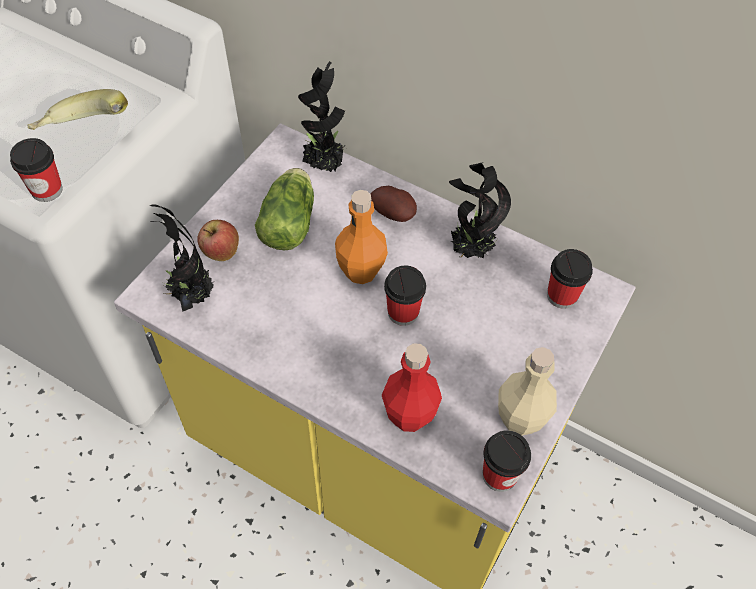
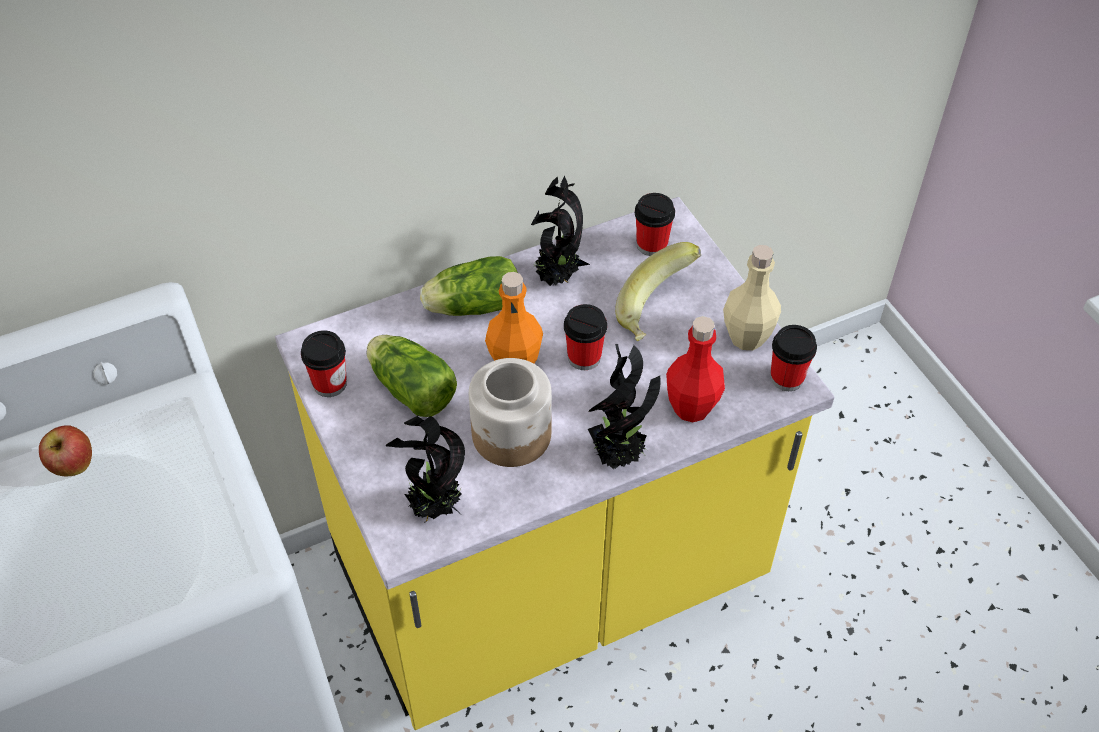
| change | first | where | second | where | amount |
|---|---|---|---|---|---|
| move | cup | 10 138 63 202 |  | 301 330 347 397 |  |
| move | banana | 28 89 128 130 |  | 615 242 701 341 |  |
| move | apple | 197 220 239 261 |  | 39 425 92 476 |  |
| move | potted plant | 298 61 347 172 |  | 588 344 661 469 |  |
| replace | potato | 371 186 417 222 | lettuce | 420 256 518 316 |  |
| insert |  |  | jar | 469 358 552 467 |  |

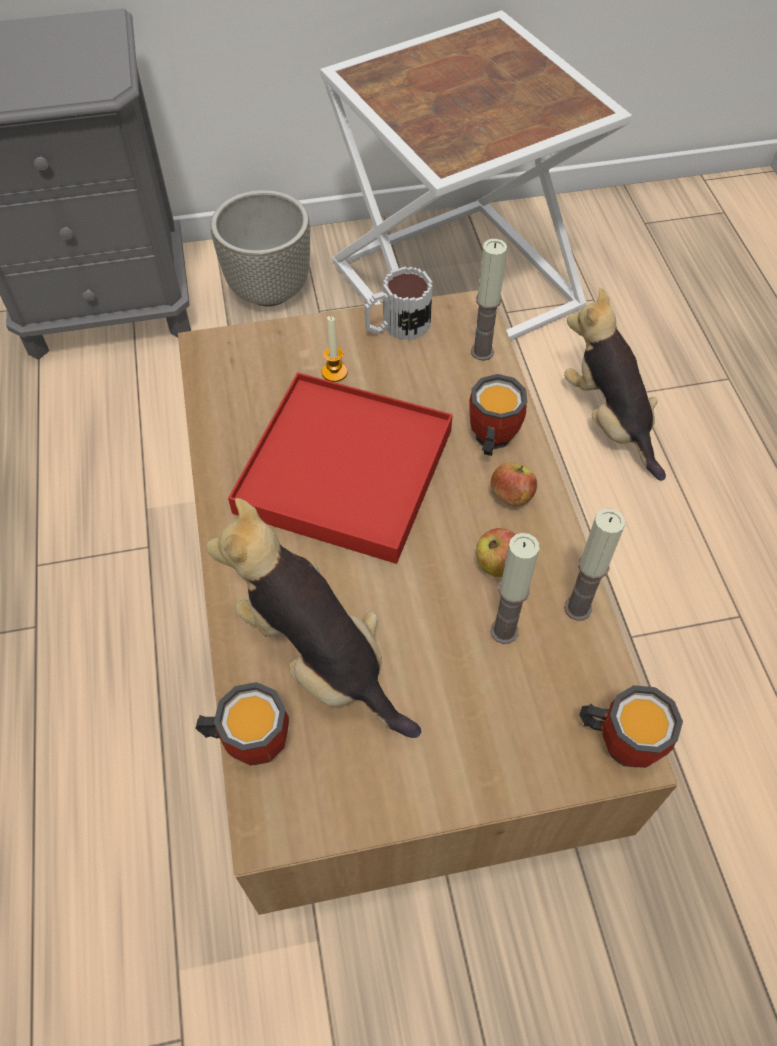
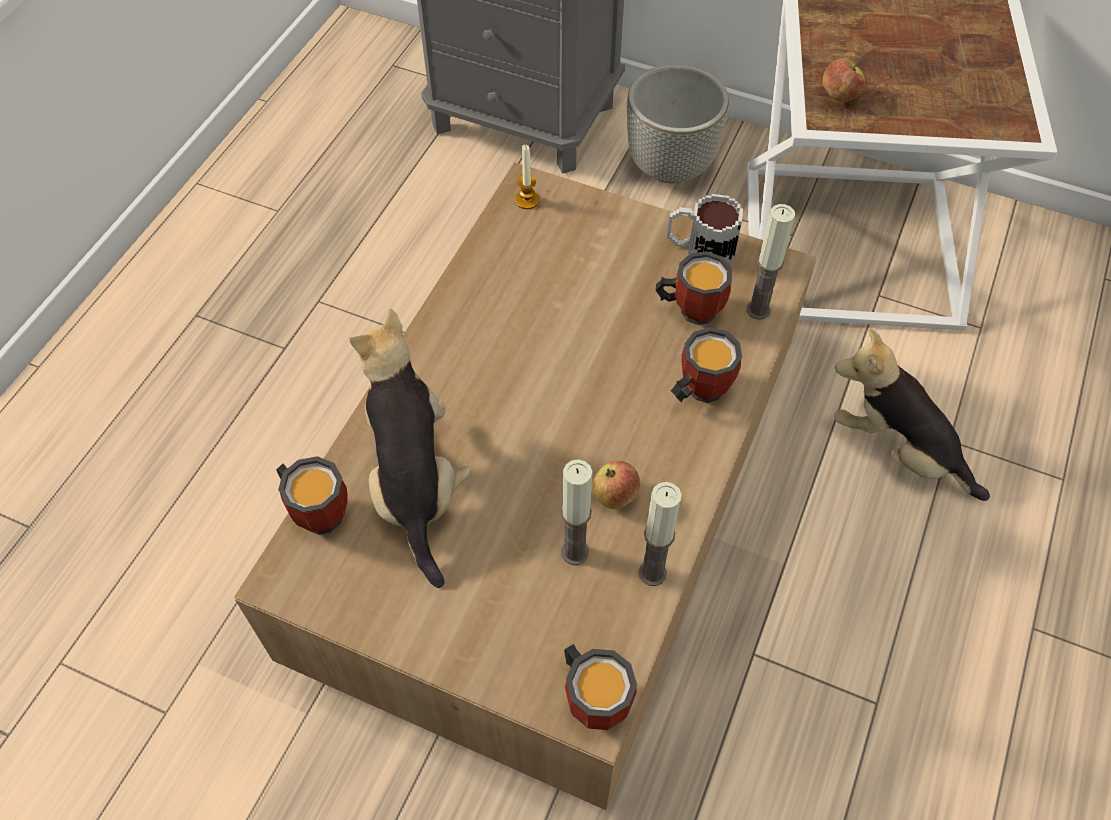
| change | first | where | second | where | amount |
|---|---|---|---|---|---|
| delete | red tray | 228 372 453 564 |  |  |  |
| move | candle | 322 316 347 382 |  | 515 145 540 209 |  |
| move | apple | 490 462 537 506 |  | 823 59 865 102 |  |
| rotate | plush toy | 564 288 666 481 |  | 834 329 990 501 | 60 degrees counterclockwise |
| insert |  |  | mug | 656 251 733 325 |  |

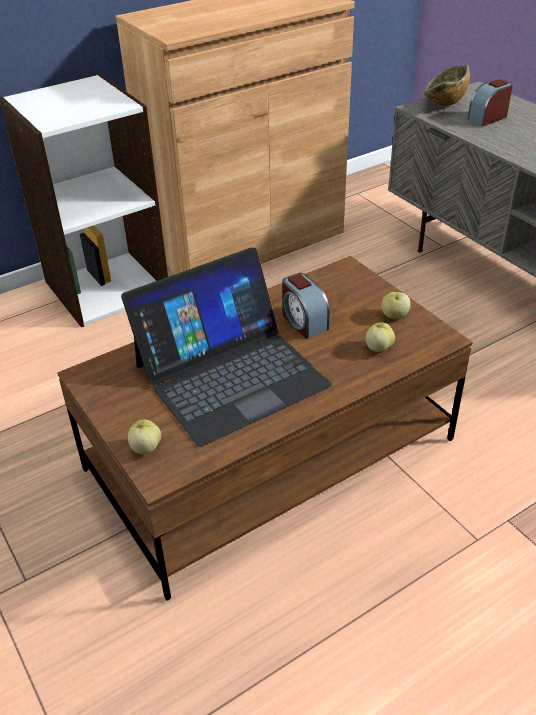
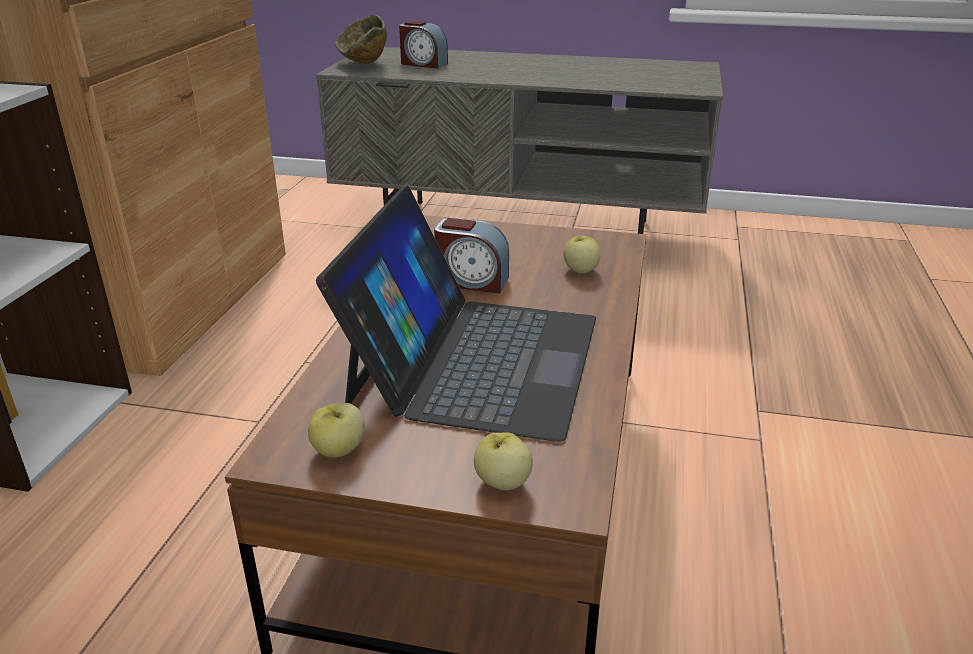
| change | first | where | second | where | amount |
|---|---|---|---|---|---|
| move | apple | 381 292 411 319 |  | 308 402 365 458 |  |
| rotate | alarm clock | 468 79 513 126 |  | 399 21 448 69 | 75 degrees counterclockwise |

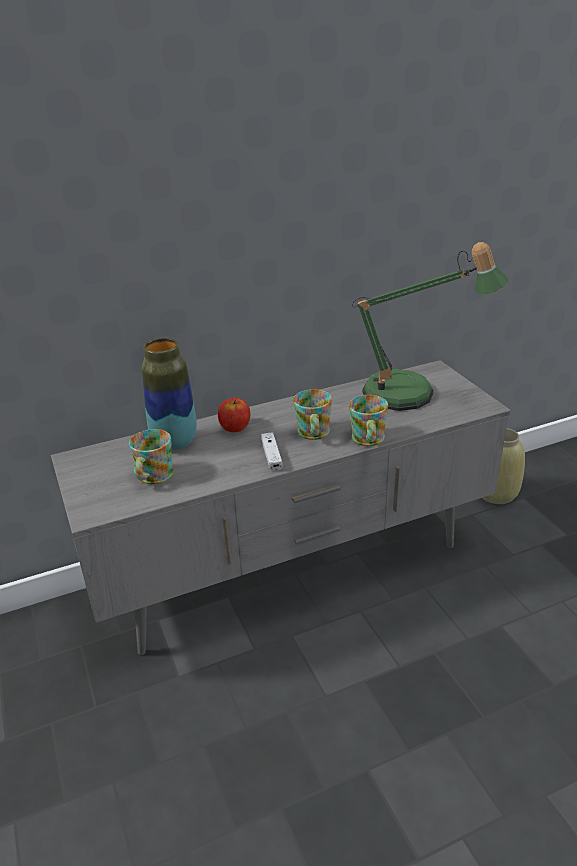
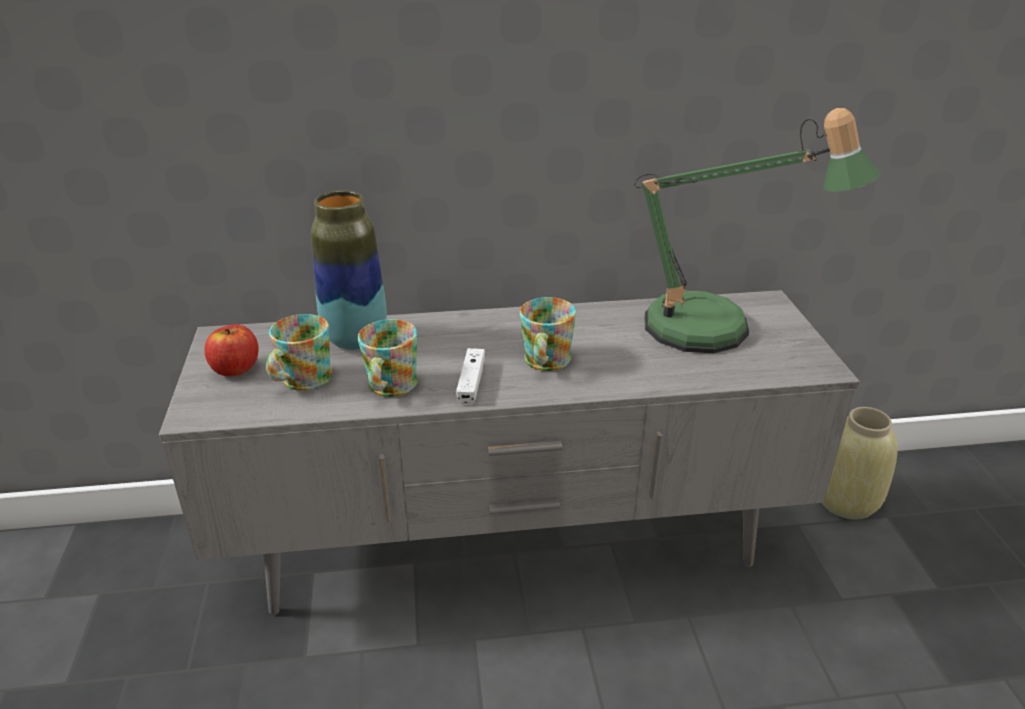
| change | first | where | second | where | amount |
|---|---|---|---|---|---|
| move | apple | 218 398 250 432 |  | 204 324 259 377 |  |
| move | mug | 349 395 388 446 |  | 357 319 418 397 |  |

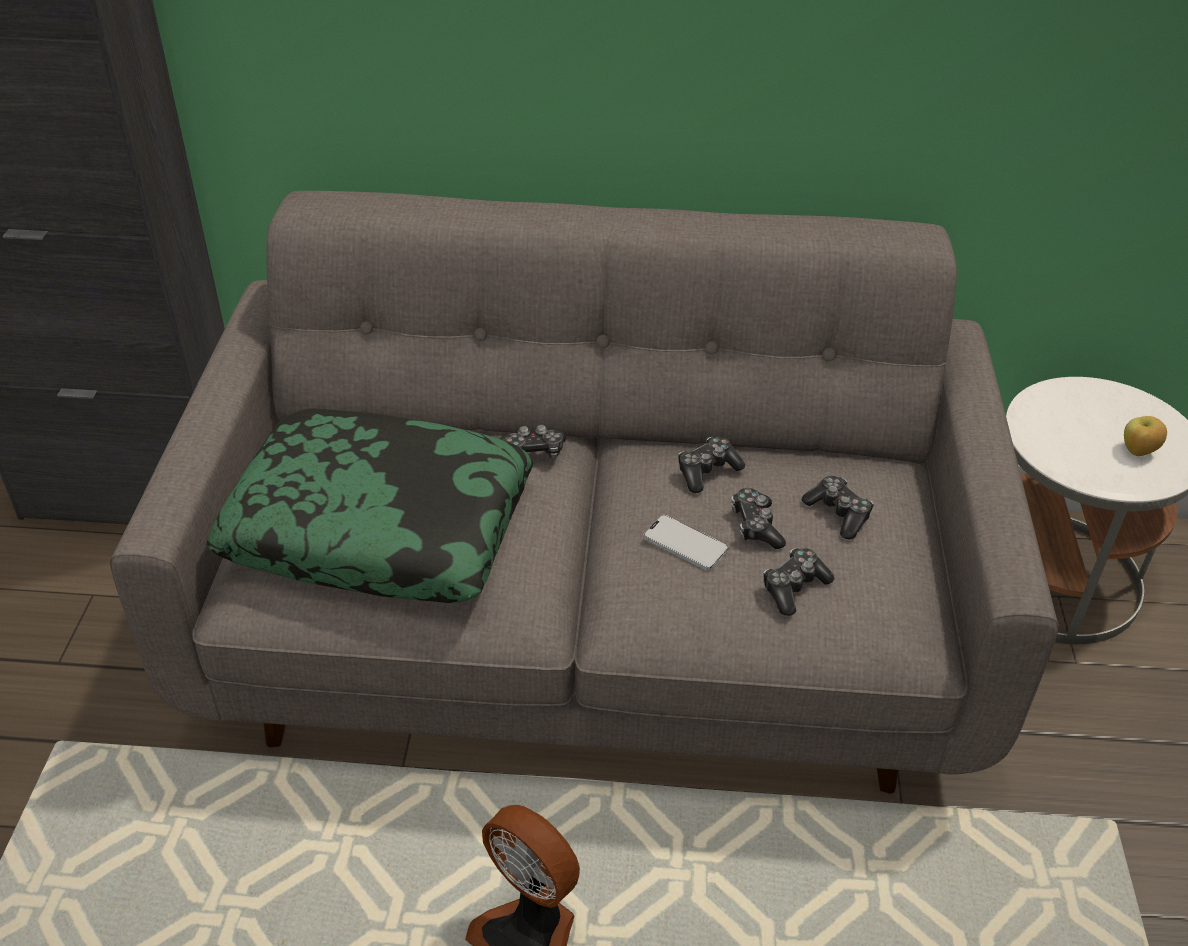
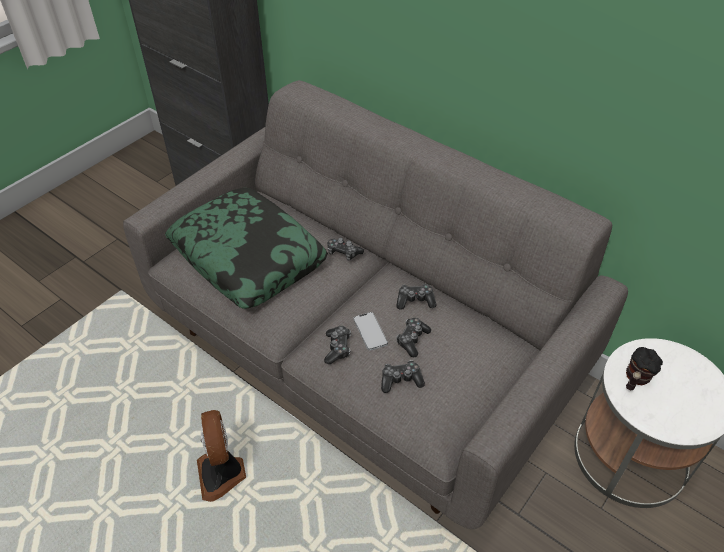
| change | first | where | second | where | amount |
|---|---|---|---|---|---|
| move | game controller | 802 476 874 539 |  | 324 326 351 364 |  |
| delete | apple | 1124 416 1167 456 |  |  |  |
| insert |  |  | mug | 626 347 663 391 |  |

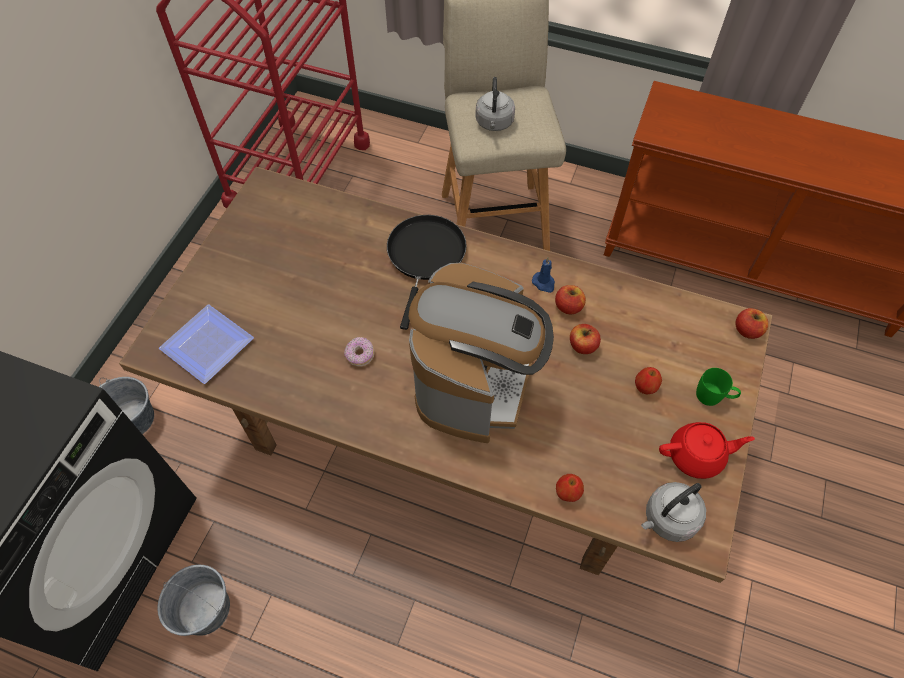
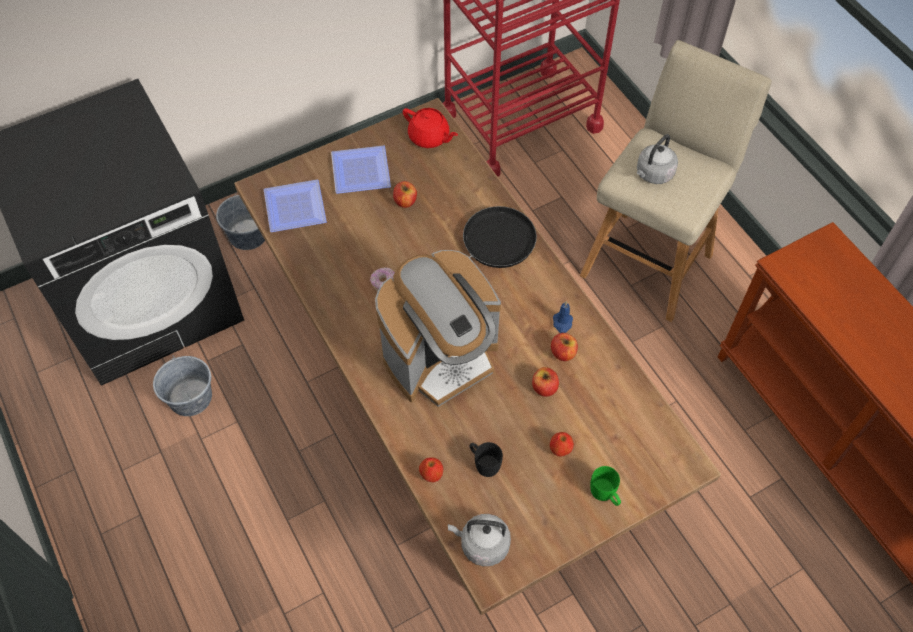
| change | first | where | second | where | amount |
|---|---|---|---|---|---|
| move | red teapot | 659 422 755 479 |  | 403 108 458 148 |  |
| move | apple | 735 308 768 339 |  | 393 181 417 208 |  |
| insert |  |  | plate | 331 146 391 194 |  |
| insert |  |  | black mug | 469 442 503 477 |  |

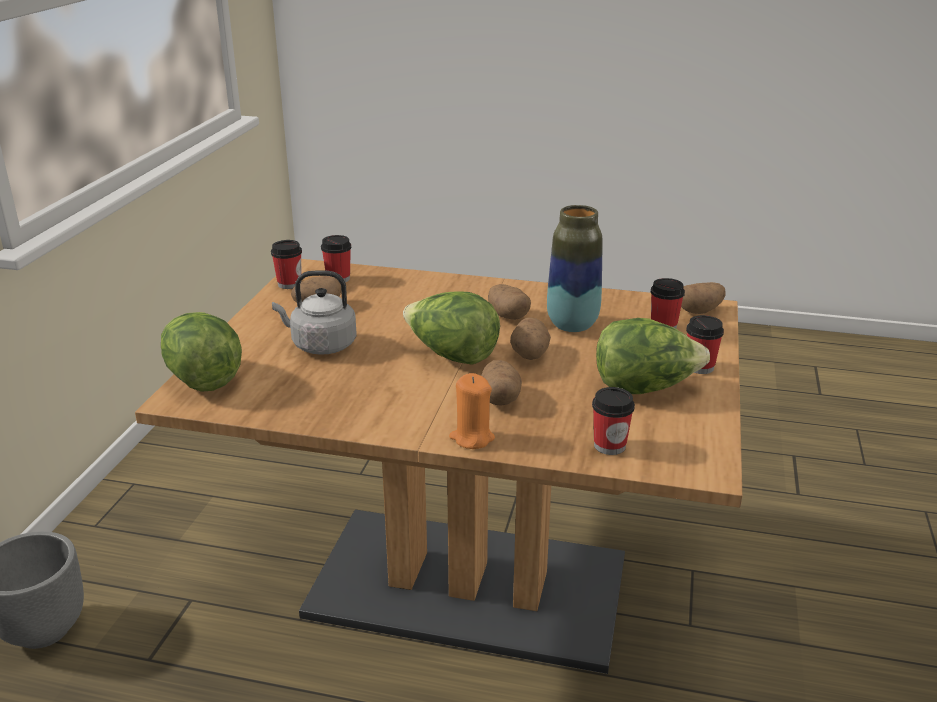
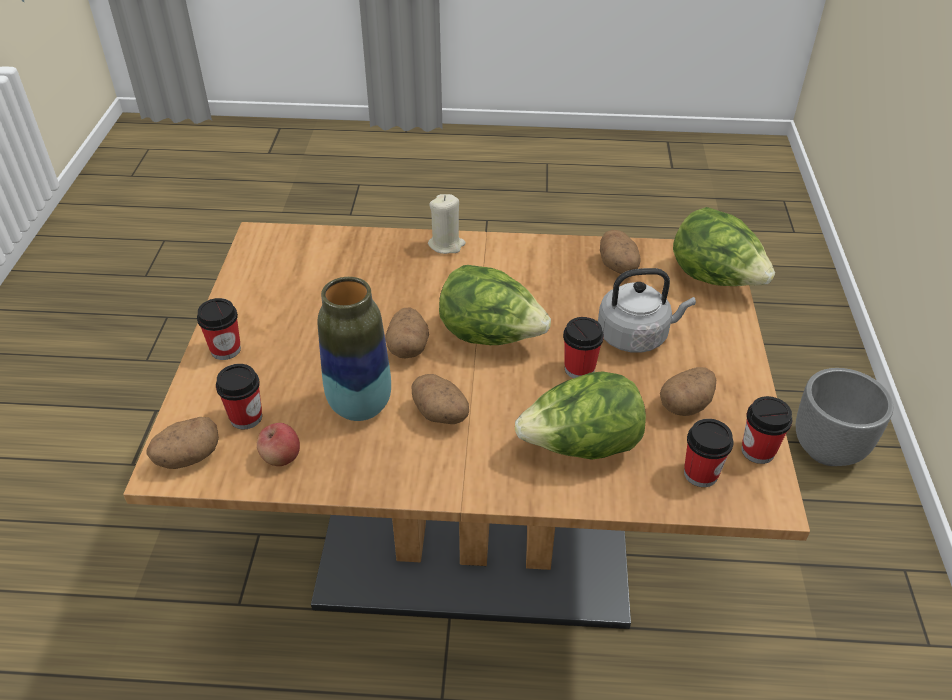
| change | first | where | second | where | amount |
|---|---|---|---|---|---|
| recolor | orange candle | 449 373 495 449 | beige candle | 428 194 466 254 |  |
| move | potato | 481 360 522 406 |  | 600 230 641 274 |  |
| move | cup | 592 387 635 455 |  | 563 317 604 378 |  |
| move | lettuce | 596 318 710 394 |  | 515 371 646 460 |  |
| insert |  |  | apple | 257 423 300 466 |  |

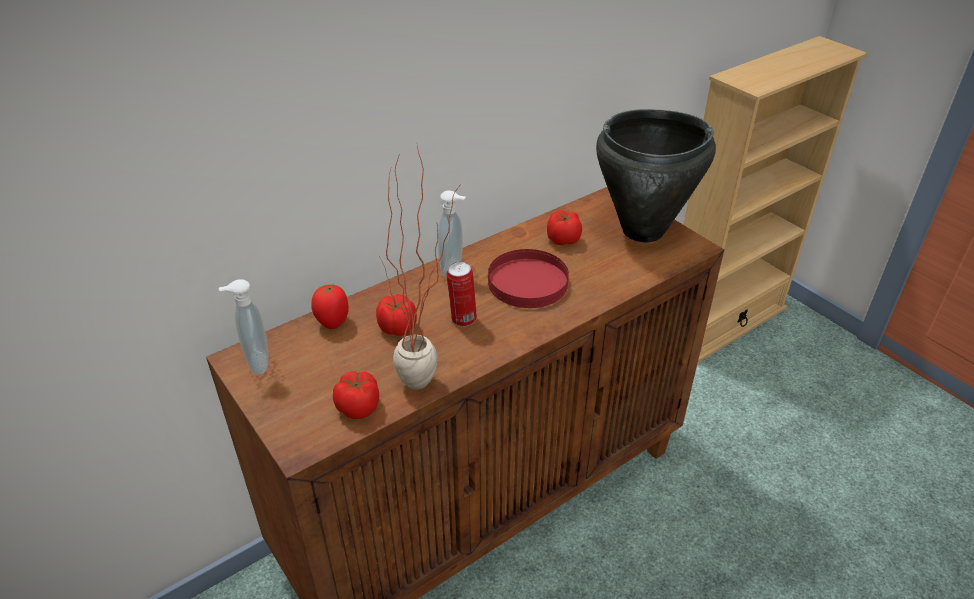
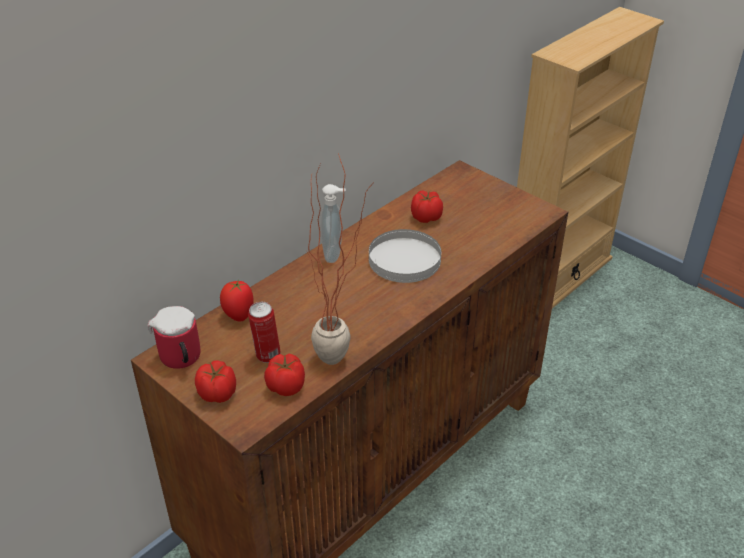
| change | first | where | second | where | amount |
|---|---|---|---|---|---|
| replace | soap dispenser | 219 279 269 375 | mug | 147 306 201 369 |  |
| move | tomato | 376 294 417 336 |  | 195 360 236 403 |  |
| move | can | 446 261 477 327 |  | 248 302 280 363 |  |
| recolor | red plate | 488 249 569 308 | white plate | 369 229 441 283 |  |
| delete | black cooking pot | 596 109 716 242 |  |  |  |

